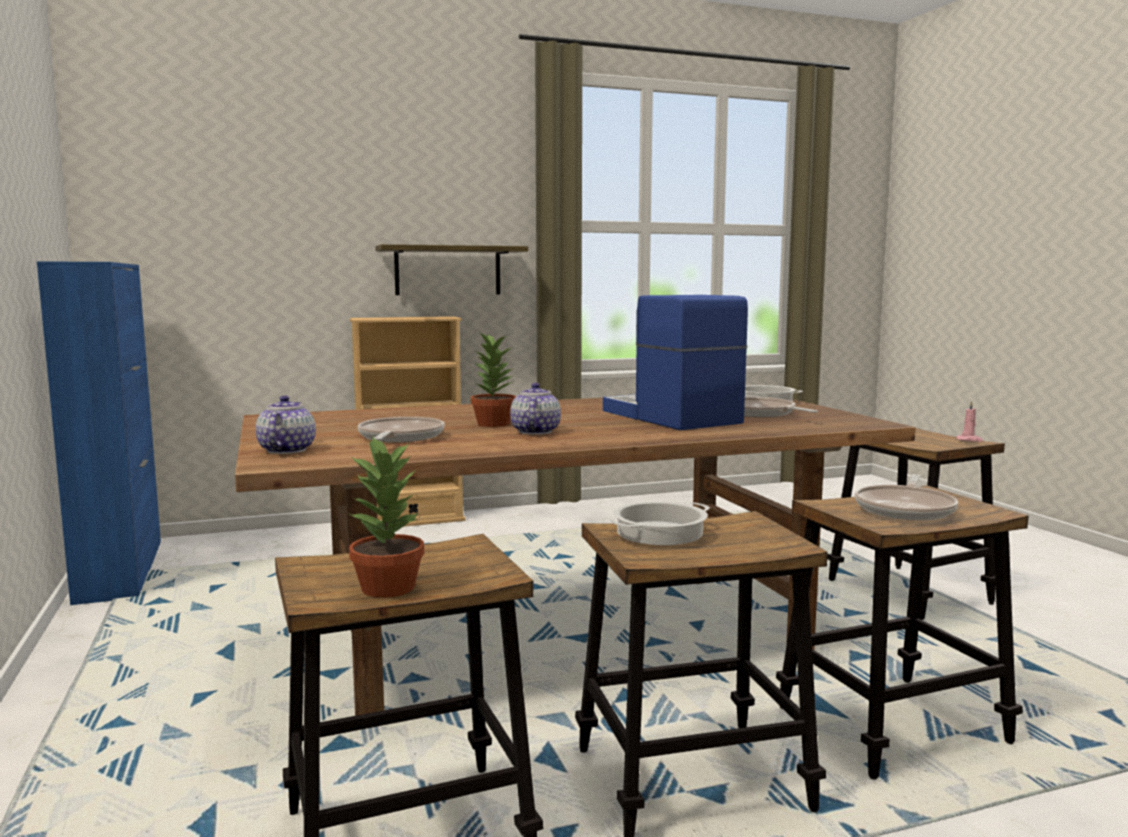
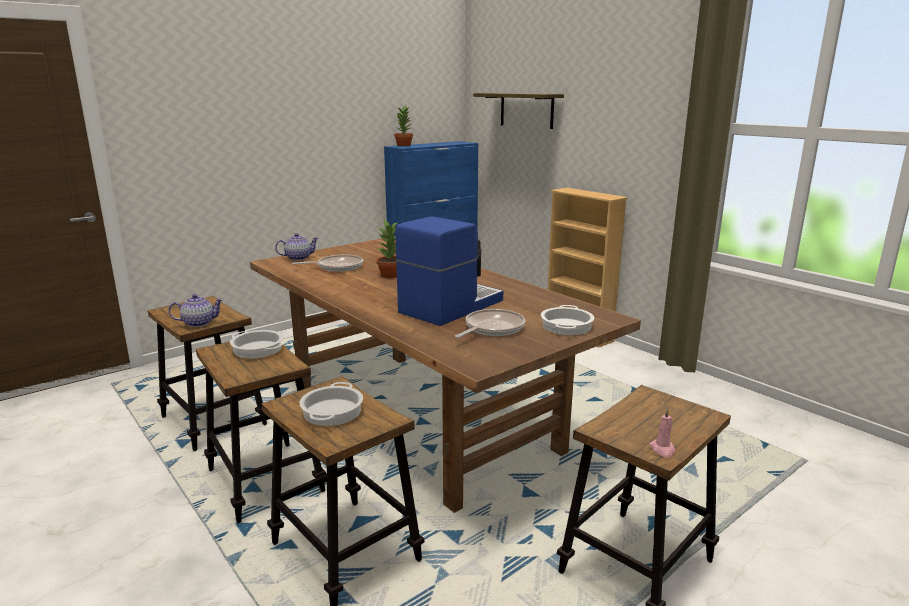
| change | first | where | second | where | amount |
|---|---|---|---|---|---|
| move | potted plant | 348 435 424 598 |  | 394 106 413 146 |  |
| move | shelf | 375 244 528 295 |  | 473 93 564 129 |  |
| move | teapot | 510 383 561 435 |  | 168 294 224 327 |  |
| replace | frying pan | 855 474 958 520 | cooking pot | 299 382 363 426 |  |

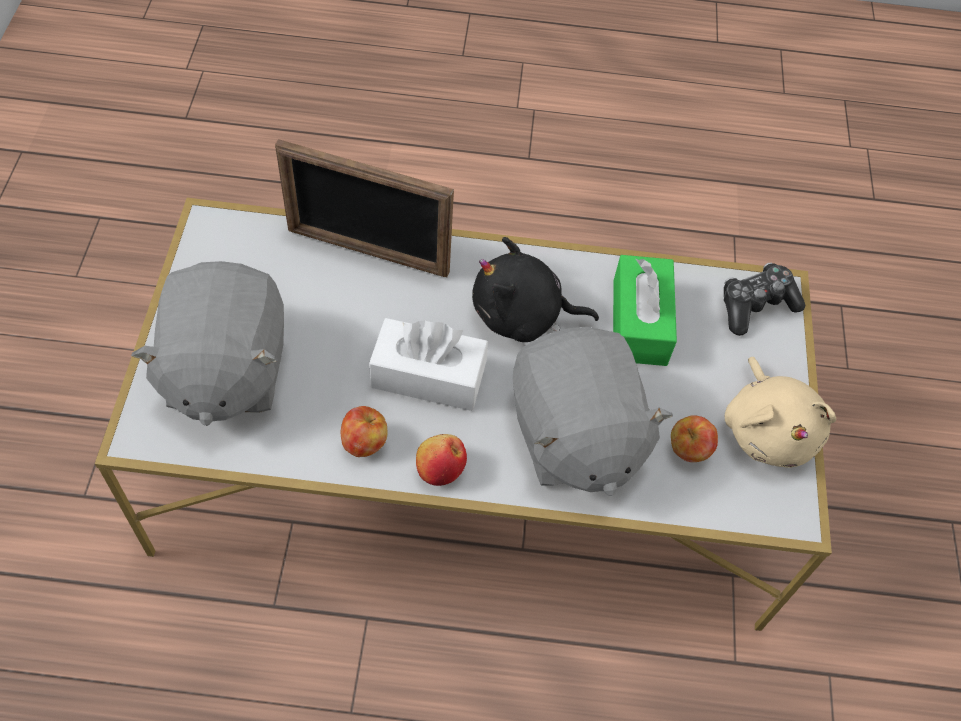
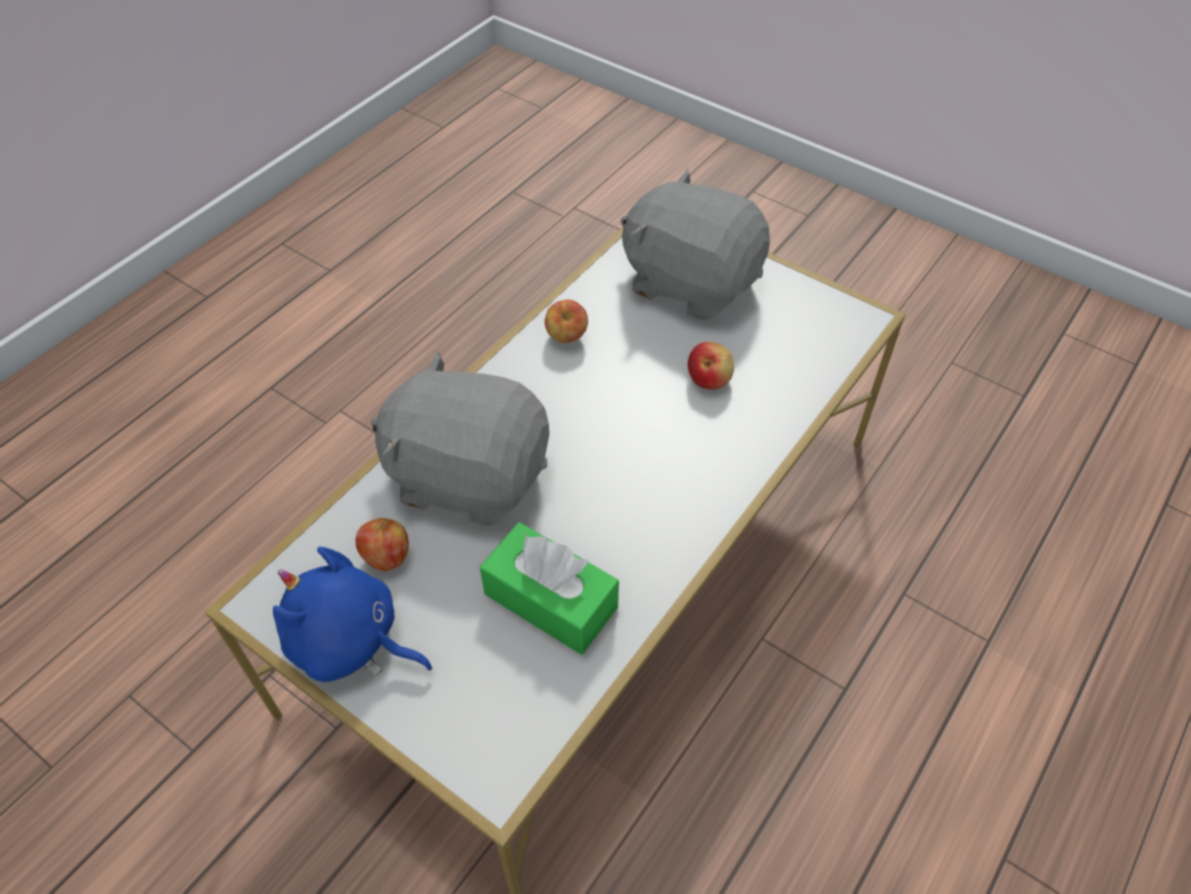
| change | first | where | second | where | amount |
|---|---|---|---|---|---|
| delete | picture frame | 275 139 454 277 |  |  |  |
| delete | white tissue box | 369 318 488 411 |  |  |  |
| move | apple | 416 434 467 486 |  | 688 342 734 390 |  |
| delete | black plush toy | 472 237 599 342 |  |  |  |
| delete | game controller | 723 262 805 336 |  |  |  |
| recolor | beige plush toy | 725 357 836 468 | blue plush toy | 273 547 433 682 |  |

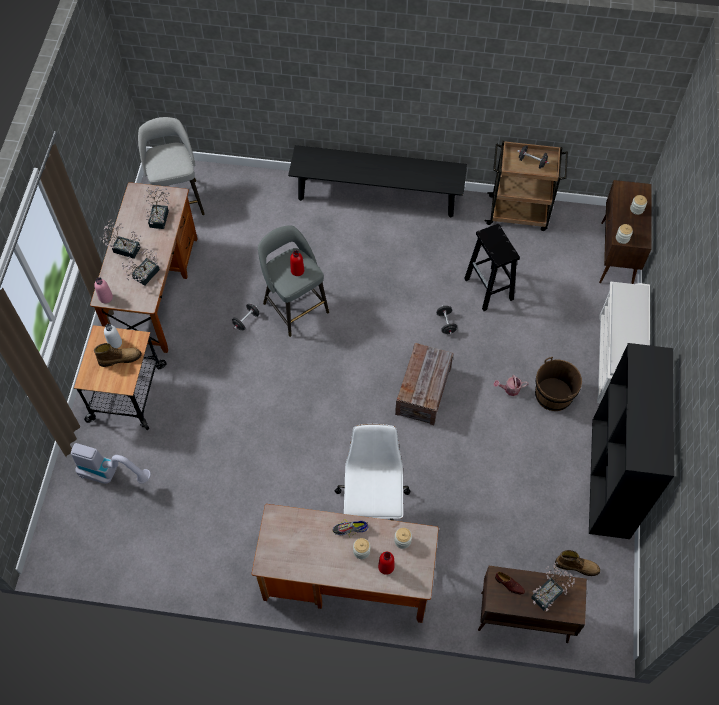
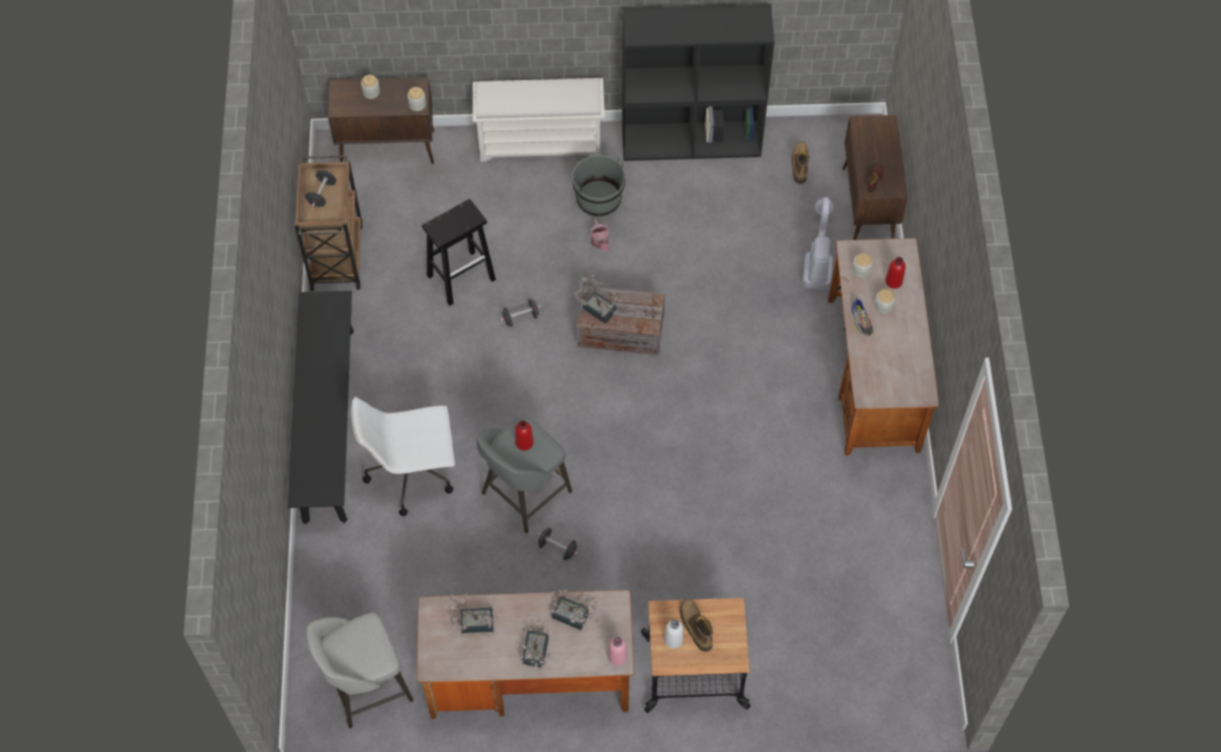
| change | first | where | second | where | amount |
|---|---|---|---|---|---|
| move | vacuum cleaner | 71 443 151 484 |  | 802 197 833 290 |  |
| move | white office chair | 335 424 411 521 |  | 351 397 455 516 |  |
| move | potted plant | 531 562 575 612 |  | 573 272 623 324 |  |
| recolor | brown bucket | 535 357 582 411 | grey bucket | 572 155 625 217 |  |

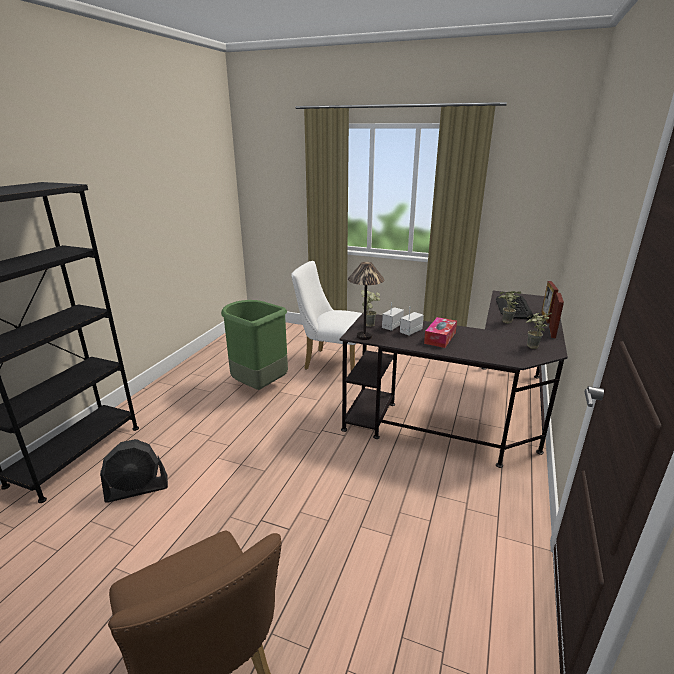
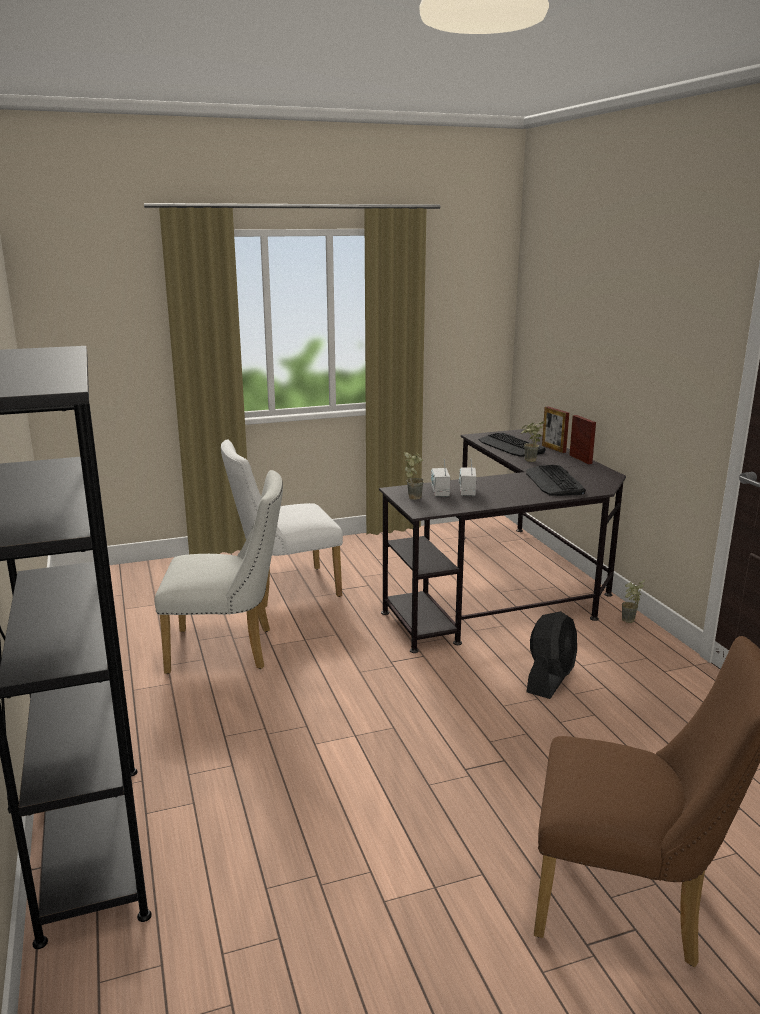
| change | first | where | second | where | amount |
|---|---|---|---|---|---|
| move | black fan | 100 439 168 503 |  | 526 611 577 699 |  |
| replace | green trash can | 221 300 288 390 | white chair | 155 470 283 674 |  |
| delete | table lamp | 348 262 384 340 |  |  |  |
| delete | tissue box | 424 317 457 348 |  |  |  |
| move | potted plant | 526 312 552 349 |  | 622 579 645 623 |  |
| insert |  |  | keyboard | 526 465 586 496 |  |

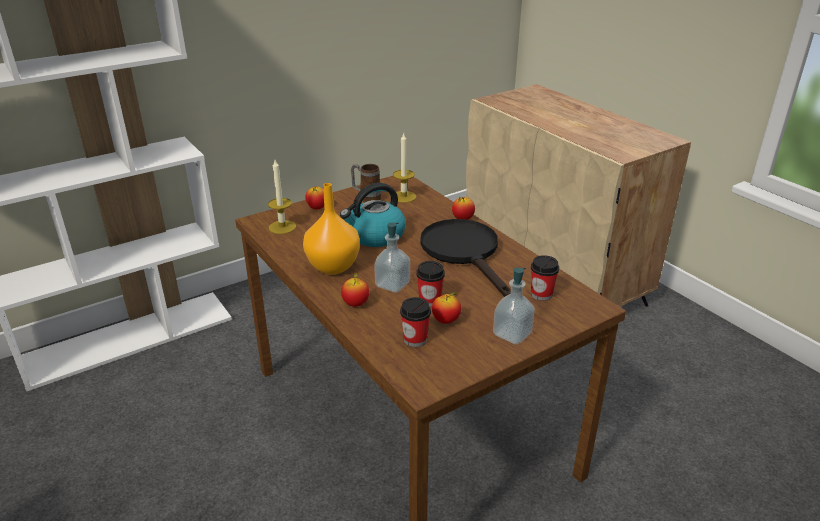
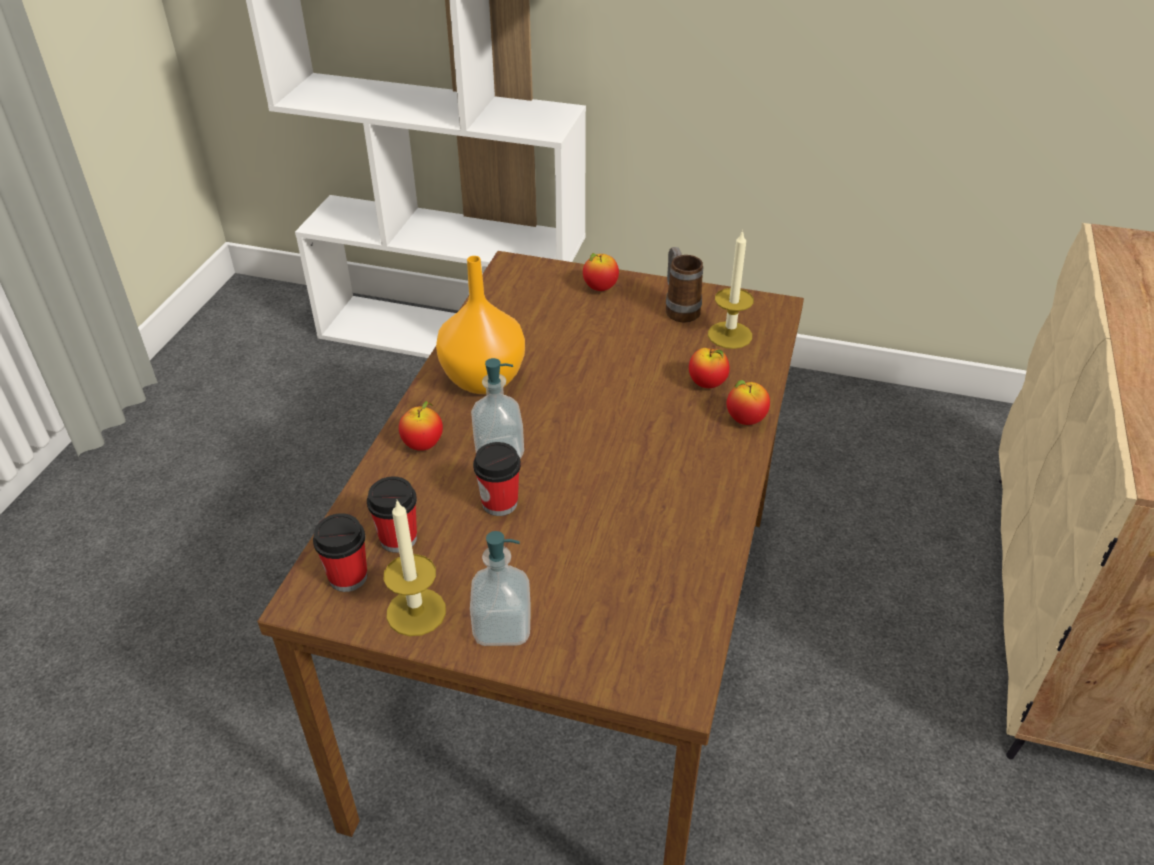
| change | first | where | second | where | amount |
|---|---|---|---|---|---|
| move | candle | 268 160 296 234 |  | 384 500 446 636 |  |
| delete | kettle | 340 183 406 247 |  |  |  |
| delete | black frying pan | 420 219 511 297 |  |  |  |
| move | apple | 432 292 461 324 |  | 689 348 730 388 |  |
| move | cup | 531 255 559 301 |  | 313 513 367 592 |  |

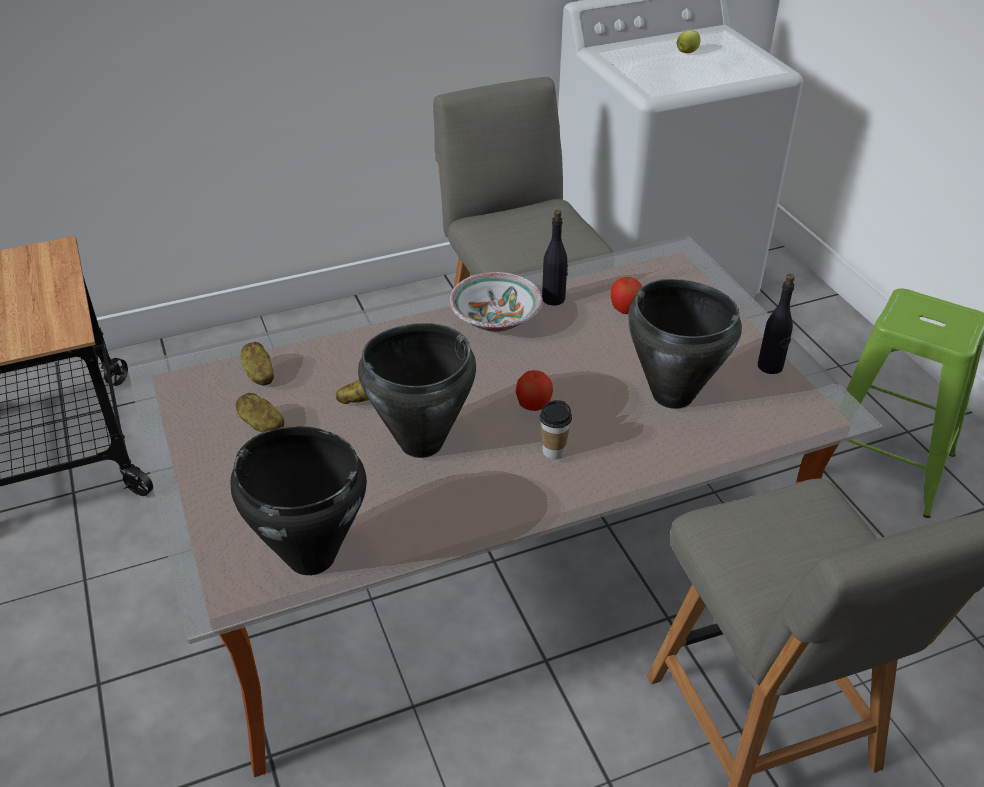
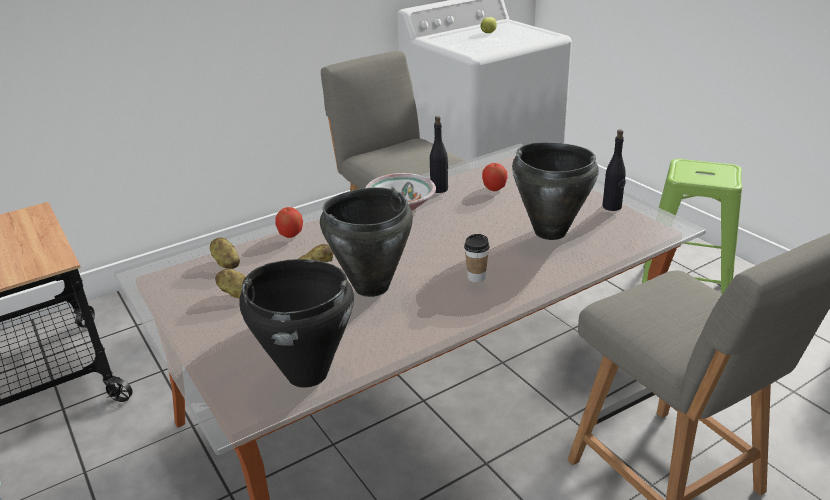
| change | first | where | second | where | amount |
|---|---|---|---|---|---|
| move | apple | 516 370 553 411 |  | 275 207 303 238 |  |

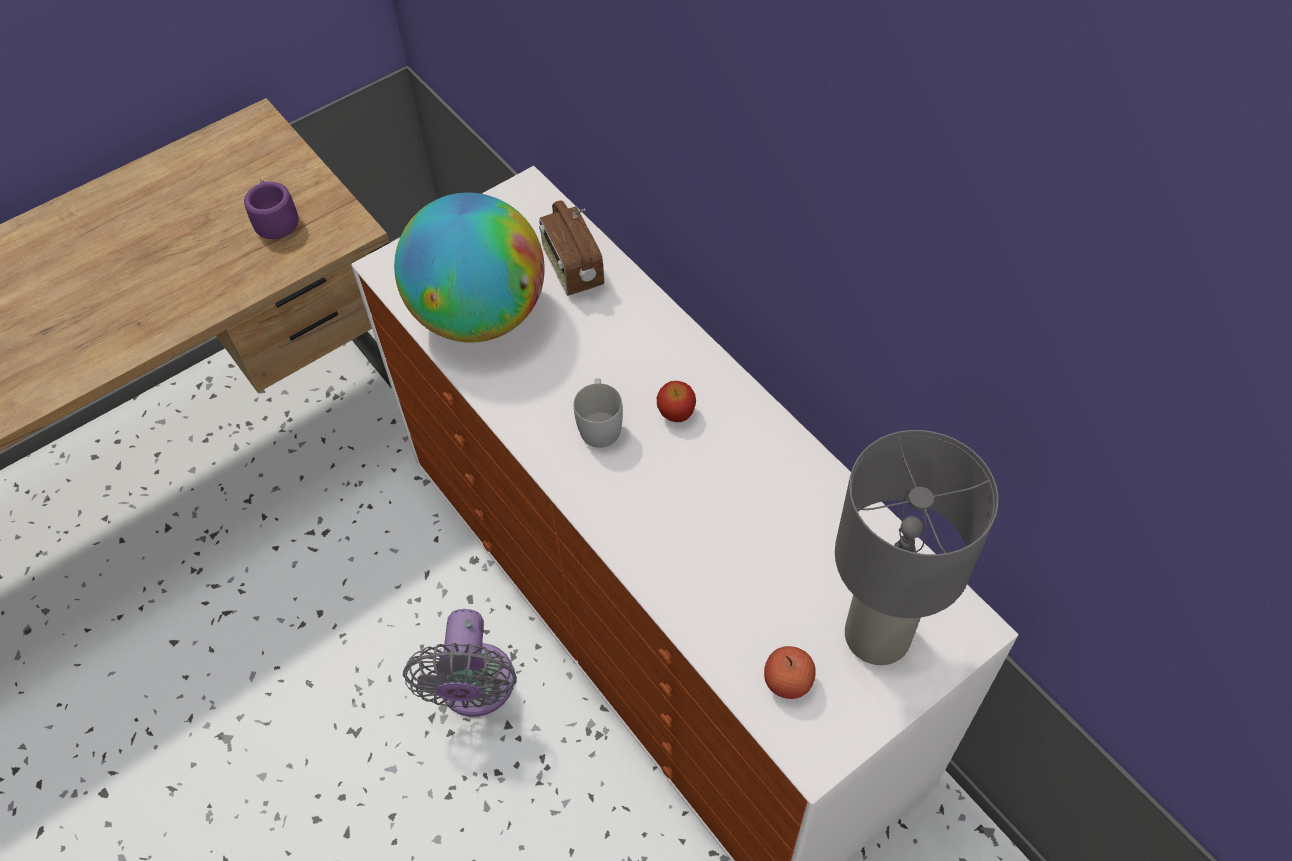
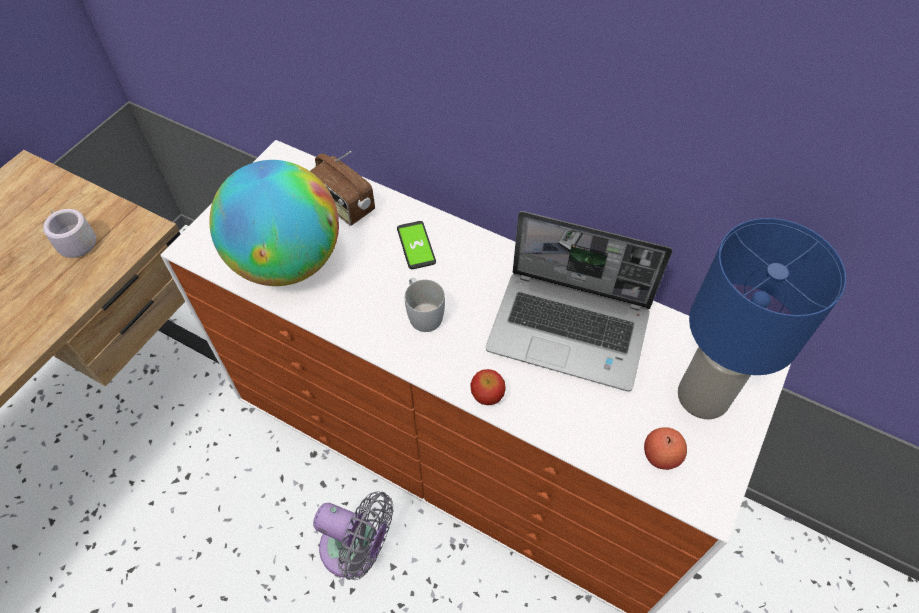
| change | first | where | second | where | amount |
|---|---|---|---|---|---|
| recolor | purple mug | 244 177 299 239 | grey mug | 43 208 96 270 |  |
| rotate | grey fan | 403 609 517 717 |  | 313 491 393 580 | 45 degrees counterclockwise |
| move | apple | 656 381 696 422 |  | 470 369 506 405 |  |
| recolor | grey table lamp | 835 430 999 665 | blue table lamp | 678 218 846 419 |  |
| insert |  |  | phone | 397 221 436 269 |  |
| insert |  |  | laptop | 486 211 672 391 |  |

